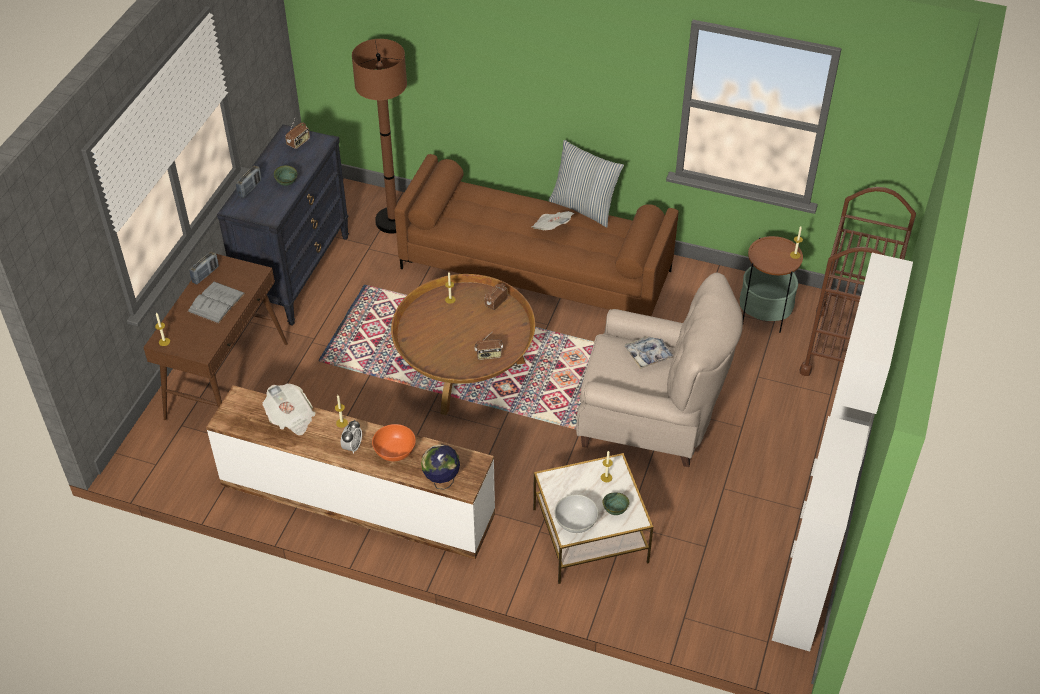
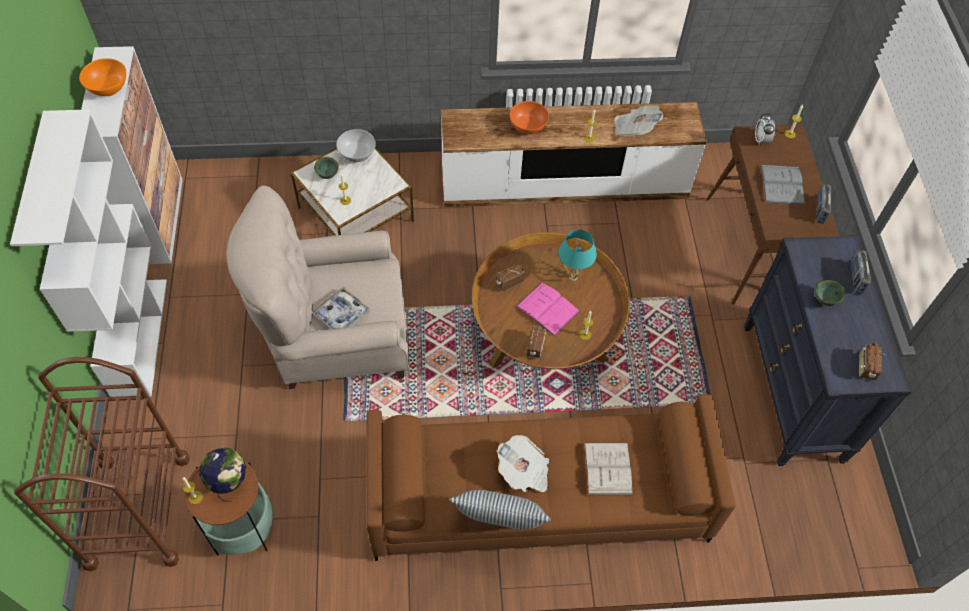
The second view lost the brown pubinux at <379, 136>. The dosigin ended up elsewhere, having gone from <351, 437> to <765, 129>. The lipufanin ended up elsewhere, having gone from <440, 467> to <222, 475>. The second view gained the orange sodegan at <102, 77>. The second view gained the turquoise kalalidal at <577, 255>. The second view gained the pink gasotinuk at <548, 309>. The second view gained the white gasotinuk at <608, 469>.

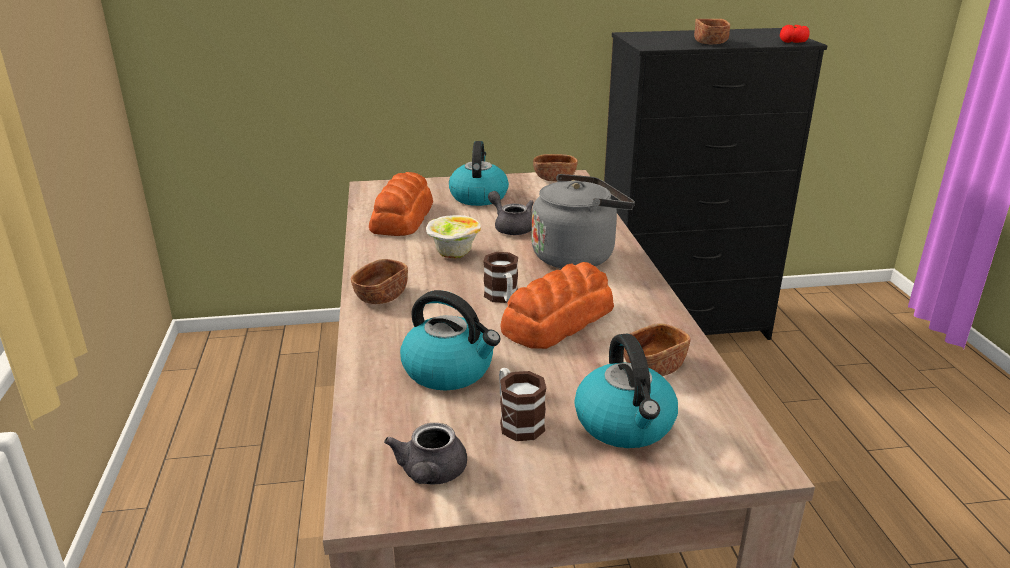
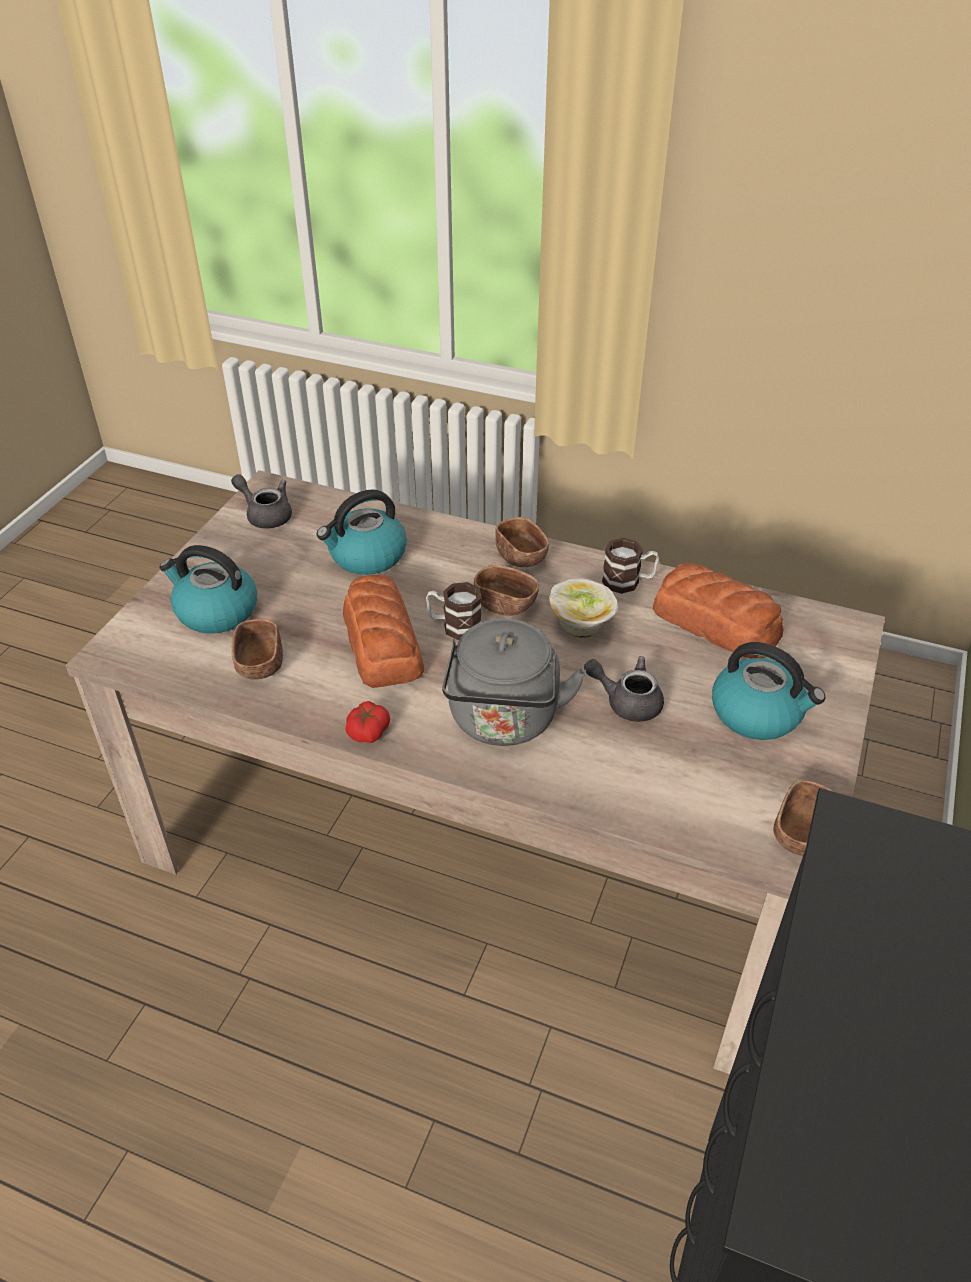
The brown sodegan ended up elsewhere, having gone from <712, 31> to <506, 590>. The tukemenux ended up elsewhere, having gone from <794, 34> to <367, 722>. The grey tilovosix at <511, 213> ended up facing another way, 150 degrees counterclockwise from before. The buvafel ended up elsewhere, having gone from <522, 404> to <630, 566>.

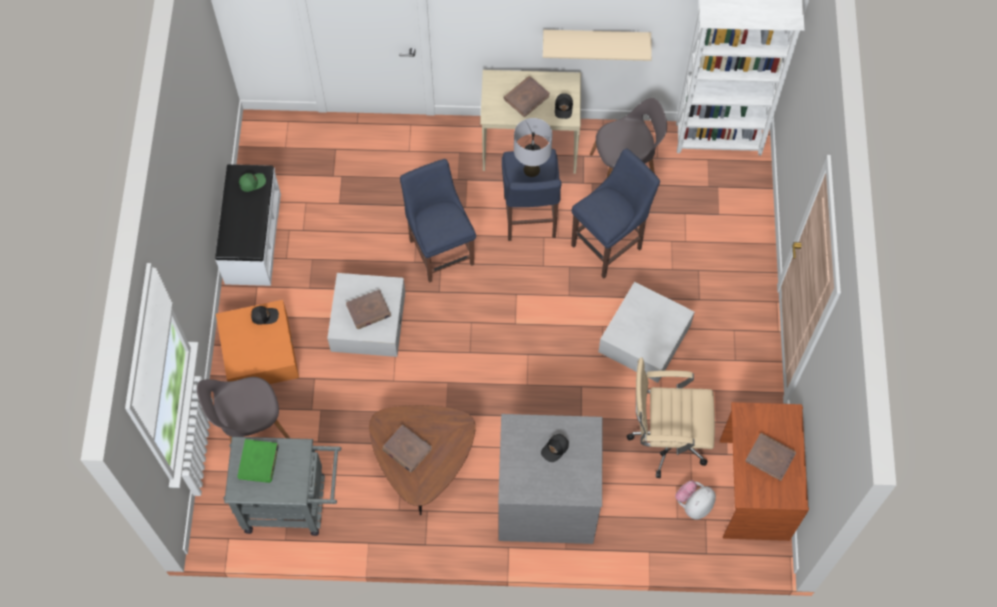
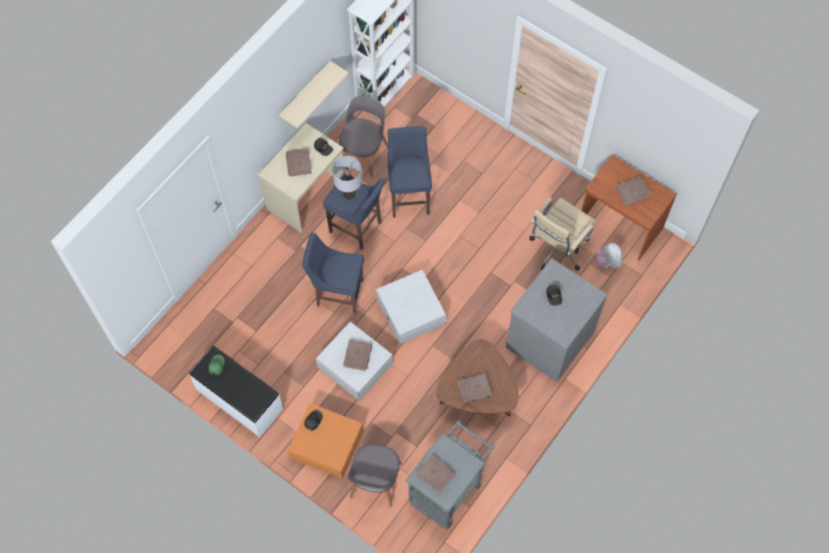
The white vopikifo ended up elsewhere, having gone from <646, 332> to <411, 307>. What was the green gasotinuk at <258, 461> turned into the brown gasotinuk at <435, 474>.

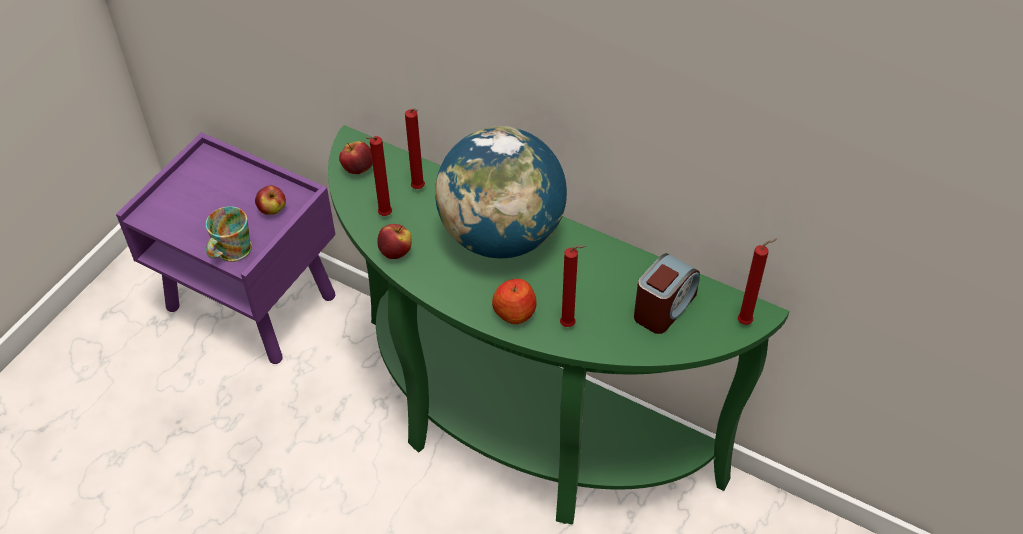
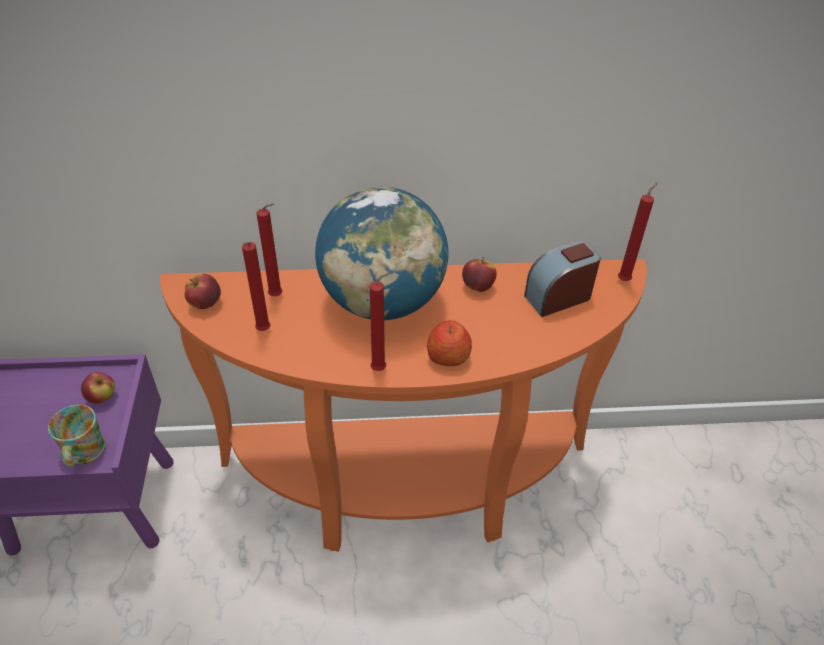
What was the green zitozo at <558, 324> turned into the orange zitozo at <403, 405>. The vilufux ended up elsewhere, having gone from <394, 241> to <479, 274>. The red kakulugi ended up elsewhere, having gone from <573, 286> to <380, 321>. The dosigin at <667, 293> ended up facing another way, 120 degrees counterclockwise from before.

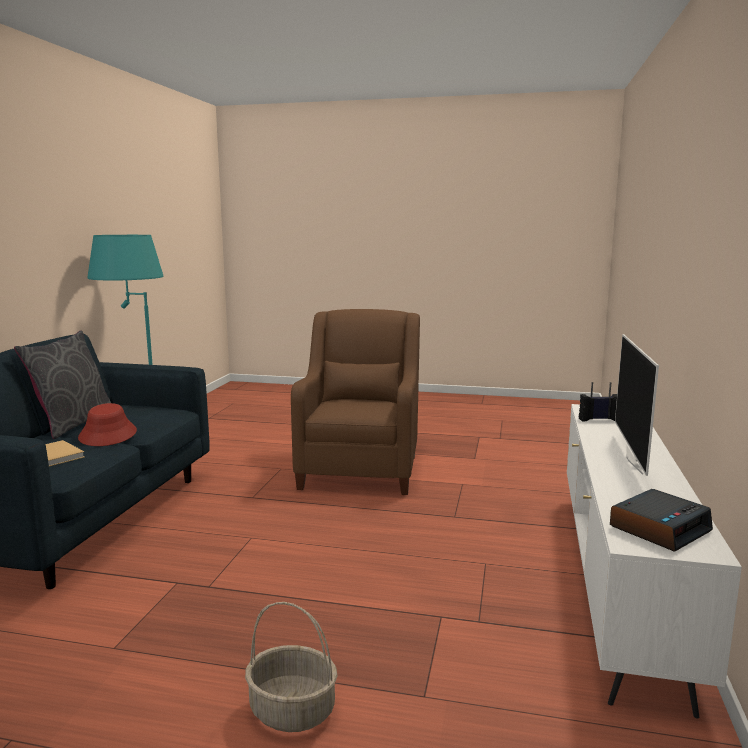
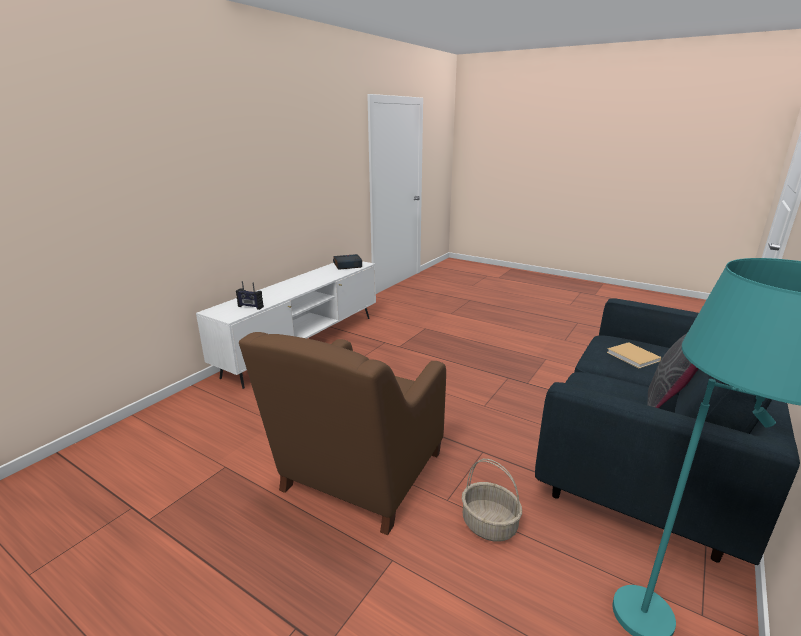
The second view lost the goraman at <637, 405>. The second view lost the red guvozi at <107, 424>. The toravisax ended up elsewhere, having gone from <291, 667> to <492, 500>.

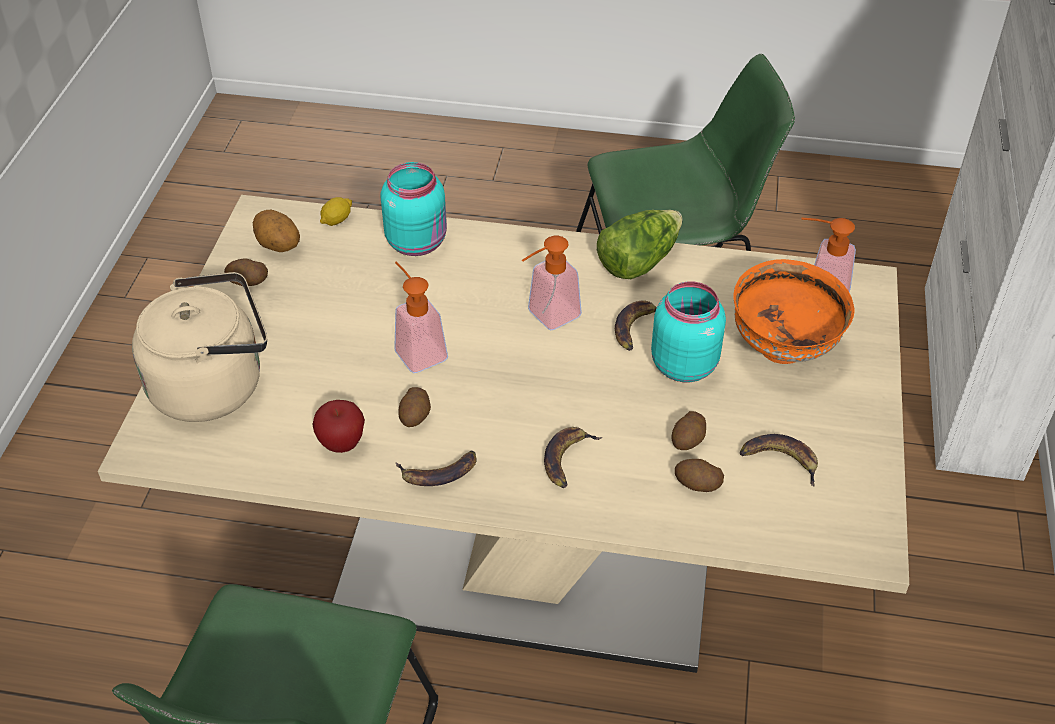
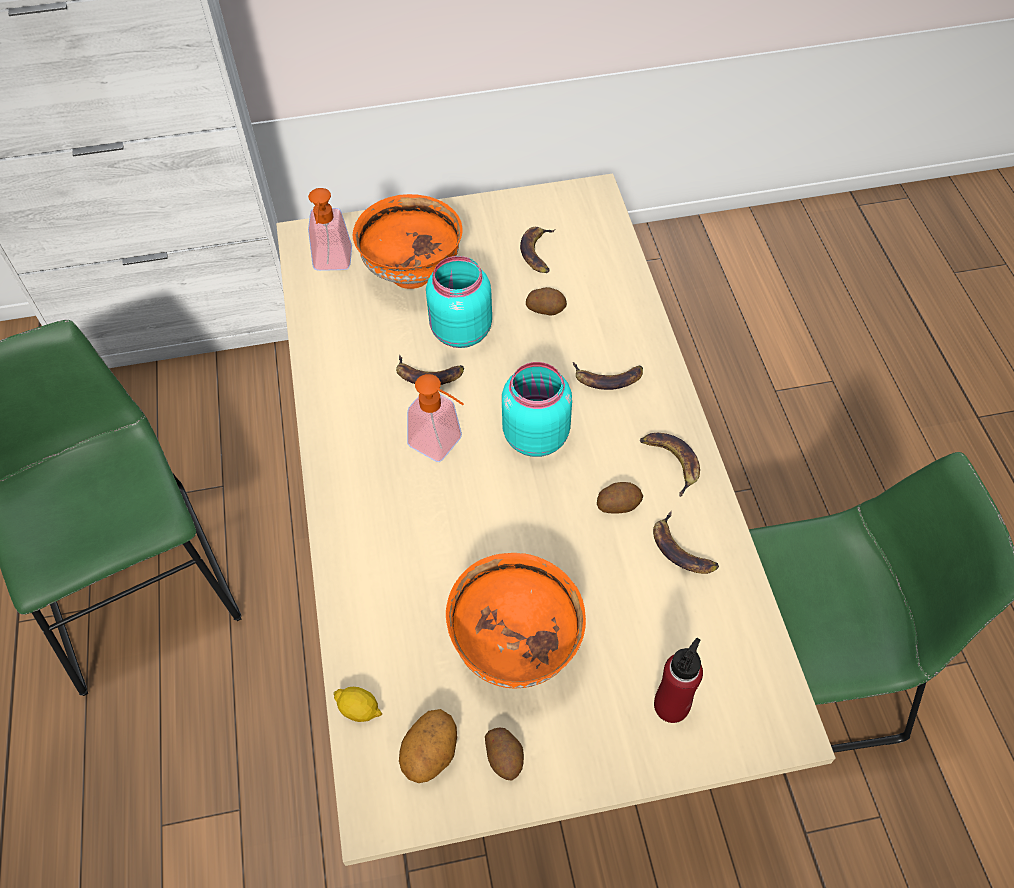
The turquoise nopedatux ended up elsewhere, having gone from <413, 209> to <537, 409>. The second view lost the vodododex at <639, 244>. The second view lost the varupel at <421, 317>. Where the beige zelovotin stood at <199, 347>, the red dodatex came to stand at <678, 680>. Where the vilufux stood at <338, 426>, the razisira came to stand at <686, 542>. The second view lost the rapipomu at <699, 475>. The second view gained the orange sodegan at <516, 621>.

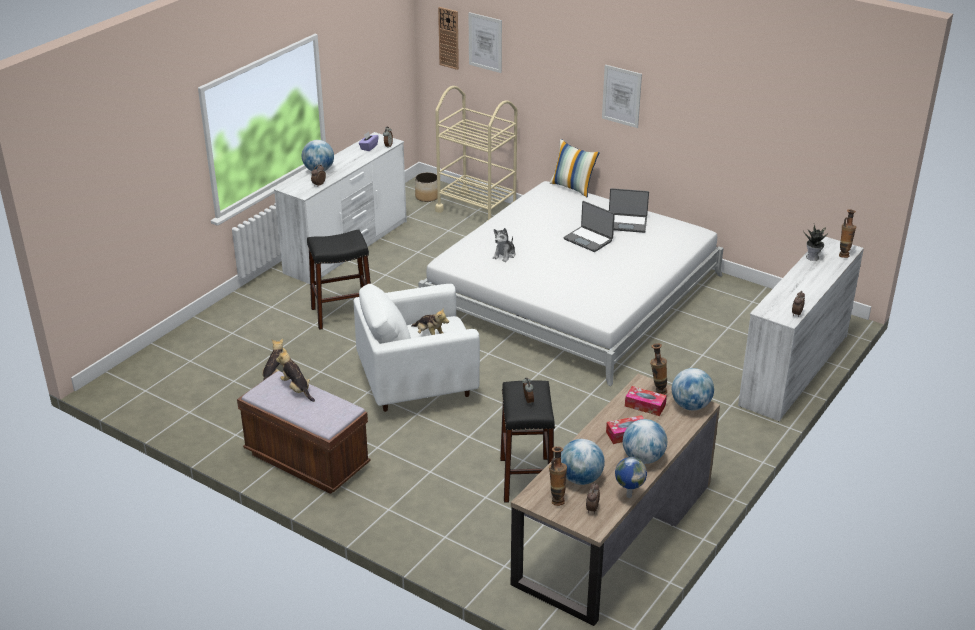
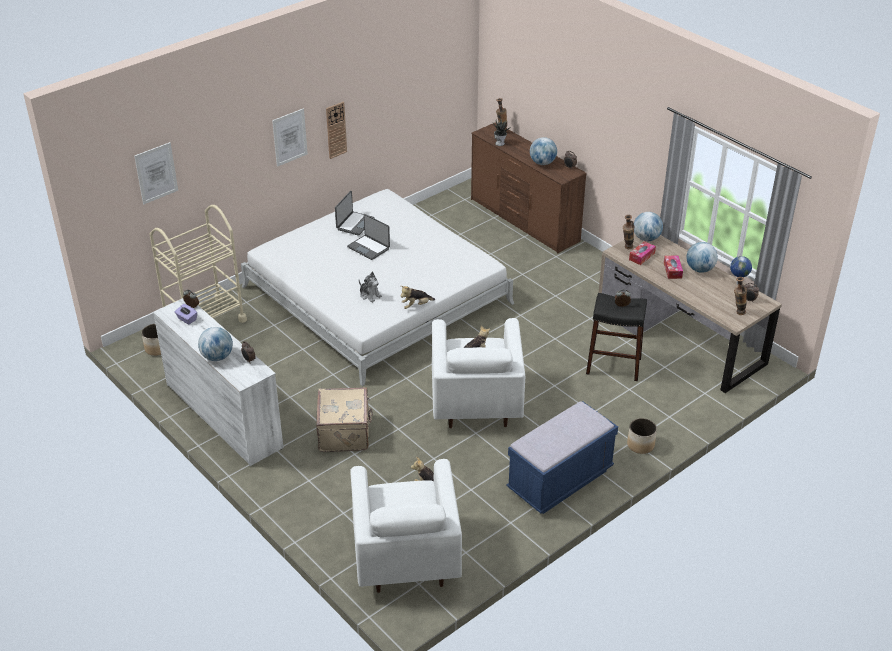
The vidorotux ended up elsewhere, having gone from <448, 38> to <336, 130>. The second view lost the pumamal at <575, 168>. The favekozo at <589, 226> ended up facing another way, 75 degrees clockwise from before. Where the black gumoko stood at <339, 279>, the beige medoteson came to stand at <344, 419>. What was the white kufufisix at <801, 329> turned into the brown kufufisix at <529, 187>. The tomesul ended up elsewhere, having gone from <295, 375> to <418, 297>. What was the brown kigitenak at <304, 432> turned into the blue kigitenak at <562, 457>. The lipufanin ended up elsewhere, having gone from <583, 462> to <543, 151>. The second view gained the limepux at <642, 436>. The second view gained the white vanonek at <406, 526>.

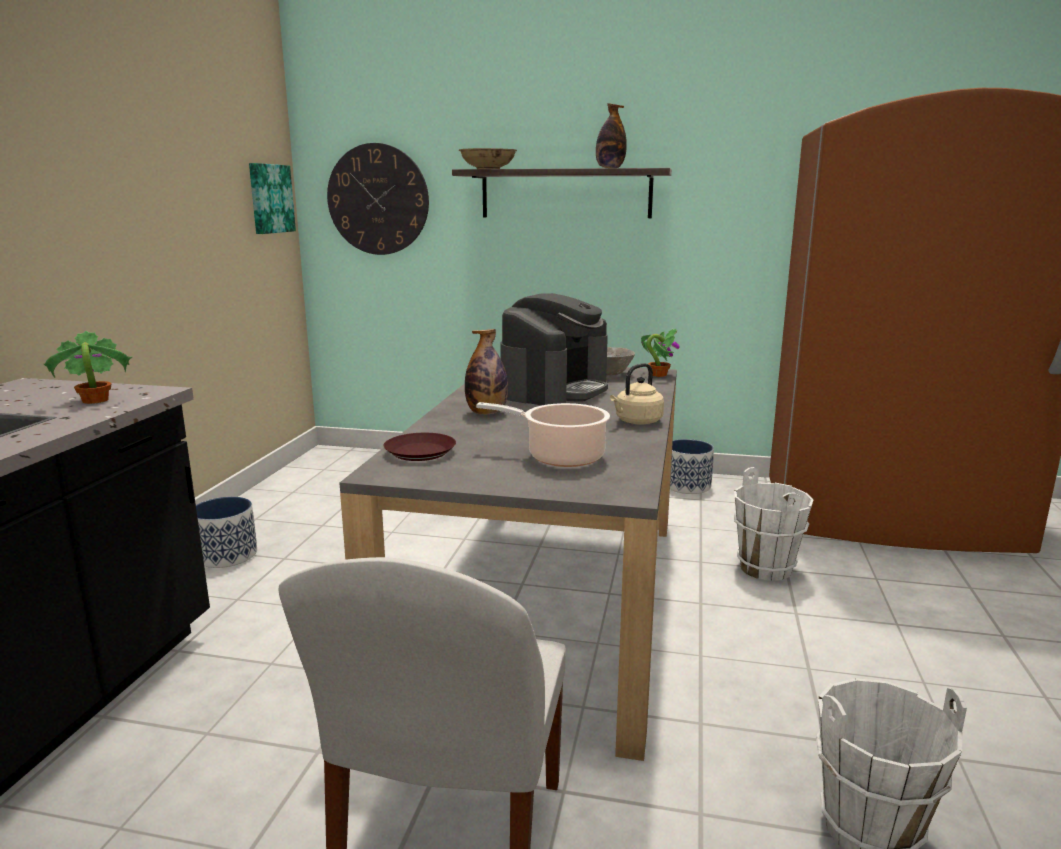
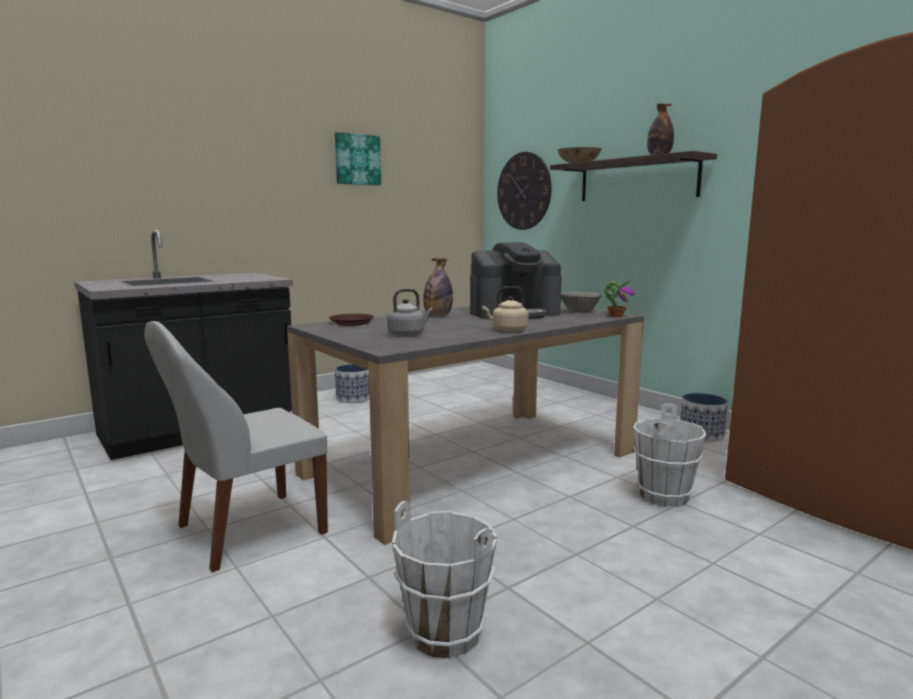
The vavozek ended up elsewhere, having gone from <272, 198> to <358, 159>. The second view lost the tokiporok at <88, 367>. Where the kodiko stood at <543, 434>, the grey zelovotin came to stand at <410, 312>.

